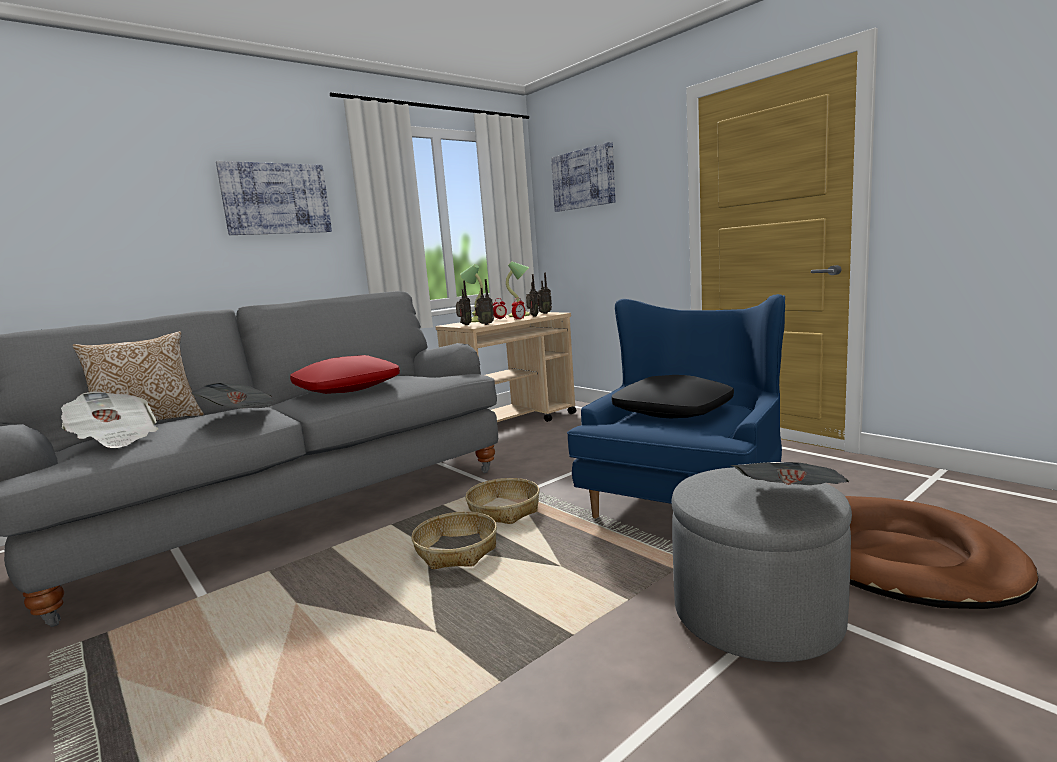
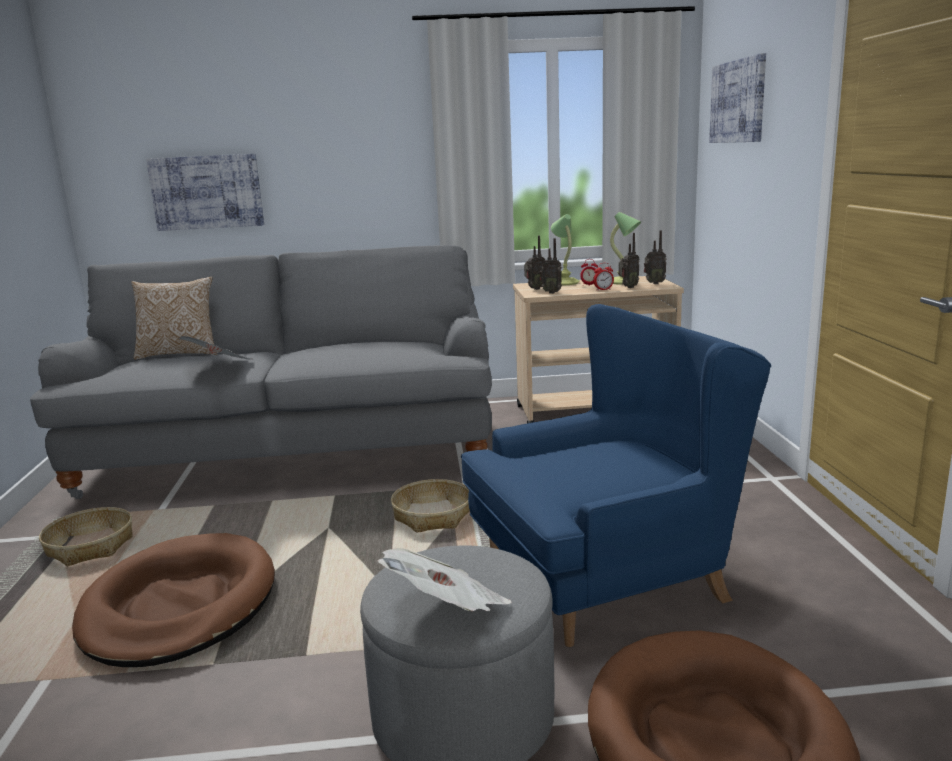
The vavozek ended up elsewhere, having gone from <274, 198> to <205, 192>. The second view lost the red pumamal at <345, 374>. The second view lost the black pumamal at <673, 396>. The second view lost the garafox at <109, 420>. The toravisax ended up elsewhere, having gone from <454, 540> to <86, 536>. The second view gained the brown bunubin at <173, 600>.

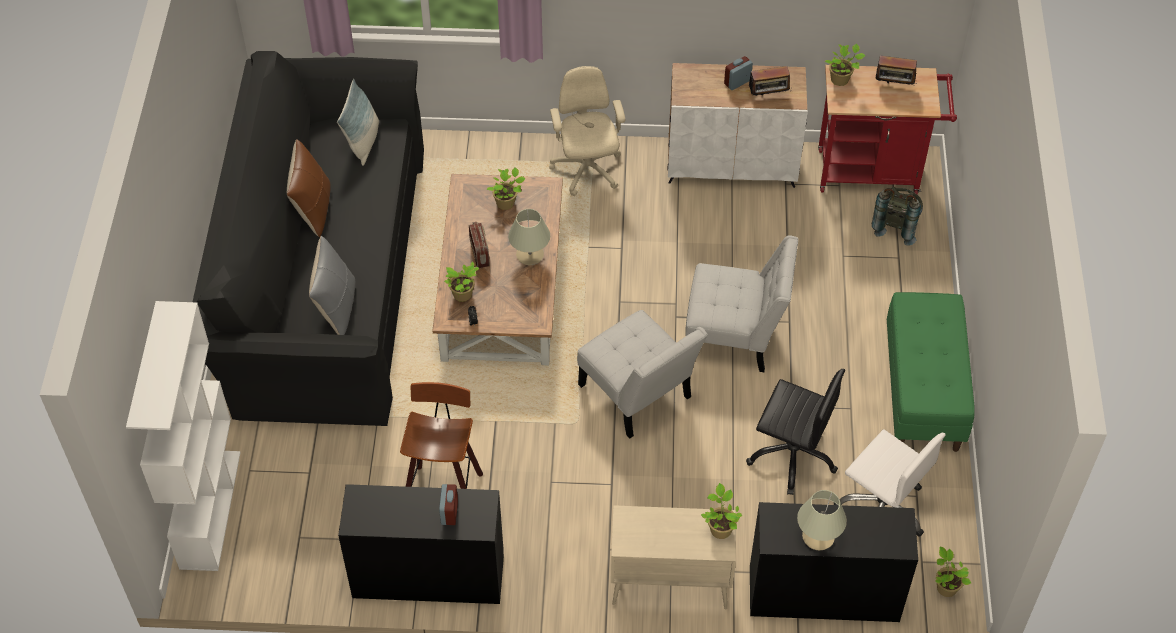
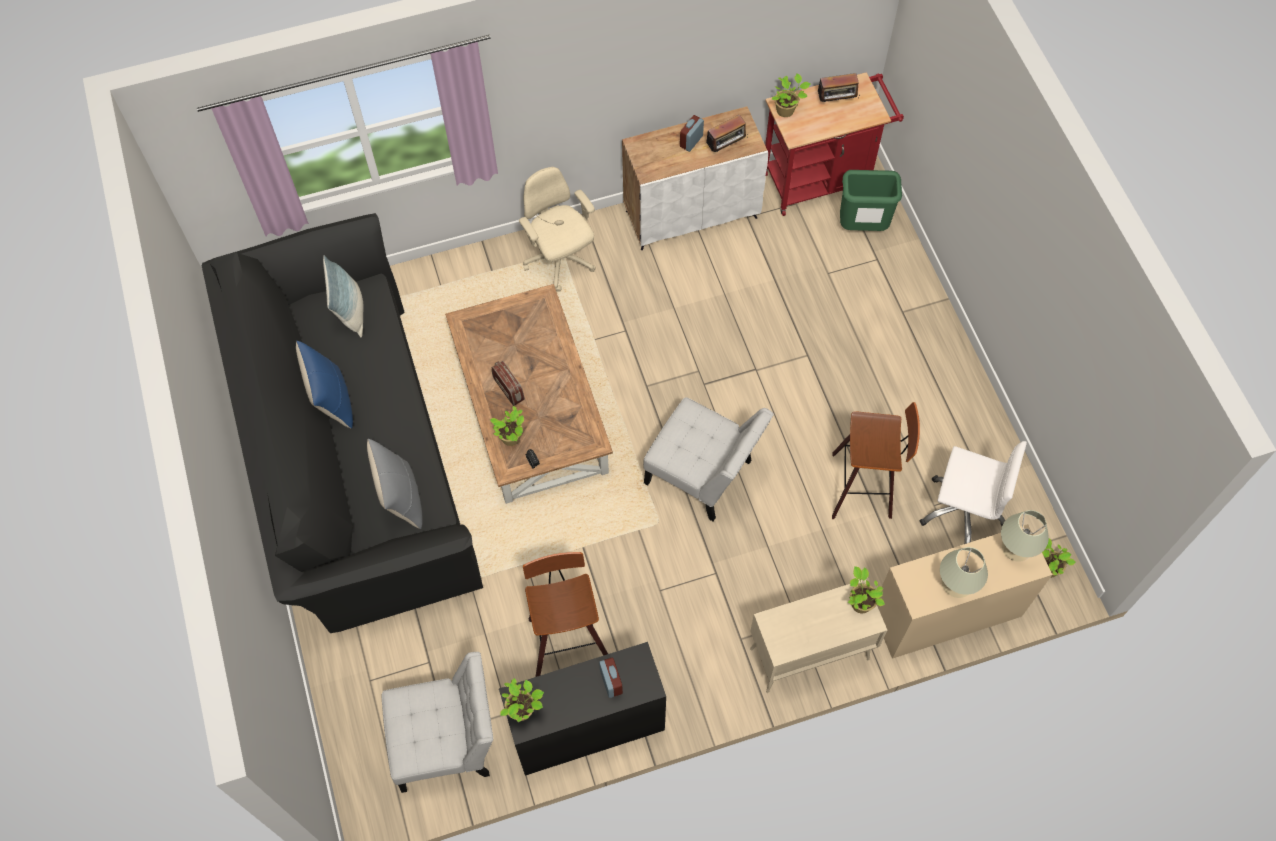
What was the brown pumamal at <309, 188> turned into the blue pumamal at <324, 385>. The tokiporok ended up elsewhere, having gone from <506, 188> to <522, 700>. Where the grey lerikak stood at <897, 216>, the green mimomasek came to stand at <871, 200>. The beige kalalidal ended up elsewhere, having gone from <529, 237> to <1025, 536>. The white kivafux ended up elsewhere, having gone from <741, 303> to <437, 722>. The second view lost the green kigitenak at <930, 372>. The second view lost the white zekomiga at <183, 436>. Where the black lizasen stood at <795, 432>, the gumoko came to stand at <876, 460>. What was the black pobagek at <834, 562> turned into the beige pobagek at <964, 591>.

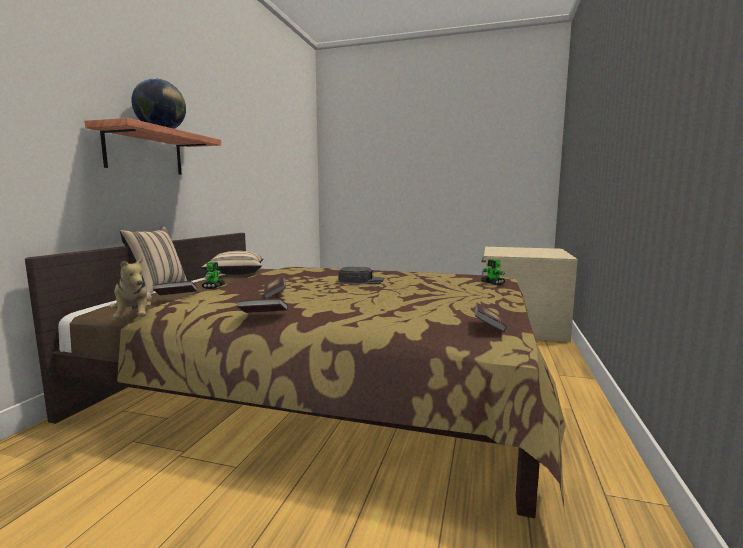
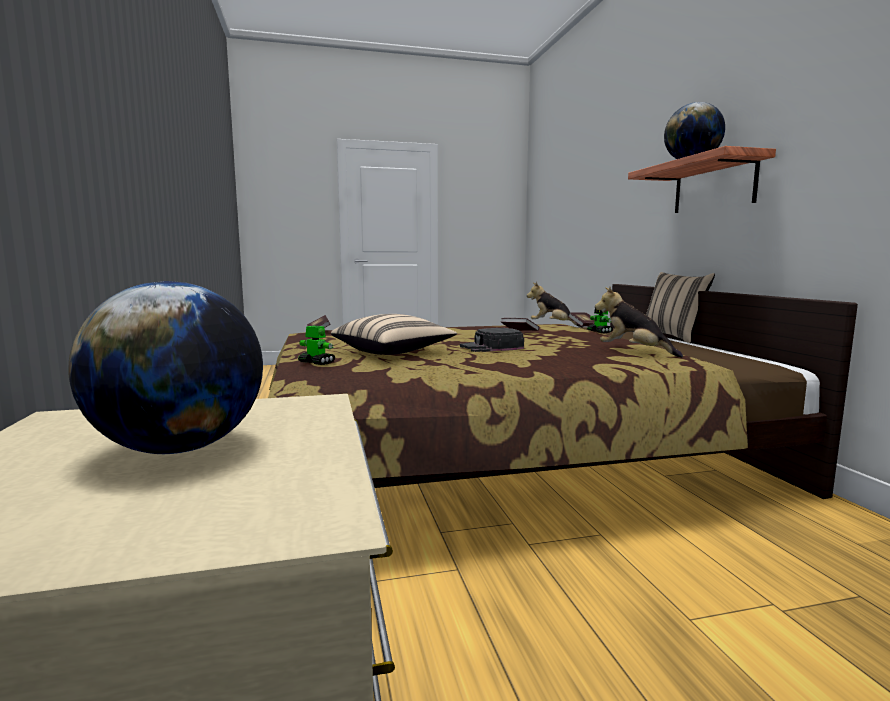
The beige pumamal ended up elsewhere, having gone from <232, 263> to <394, 334>. The second view lost the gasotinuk at <262, 306>. The second view gained the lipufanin at <165, 367>. The second view gained the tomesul at <639, 322>.

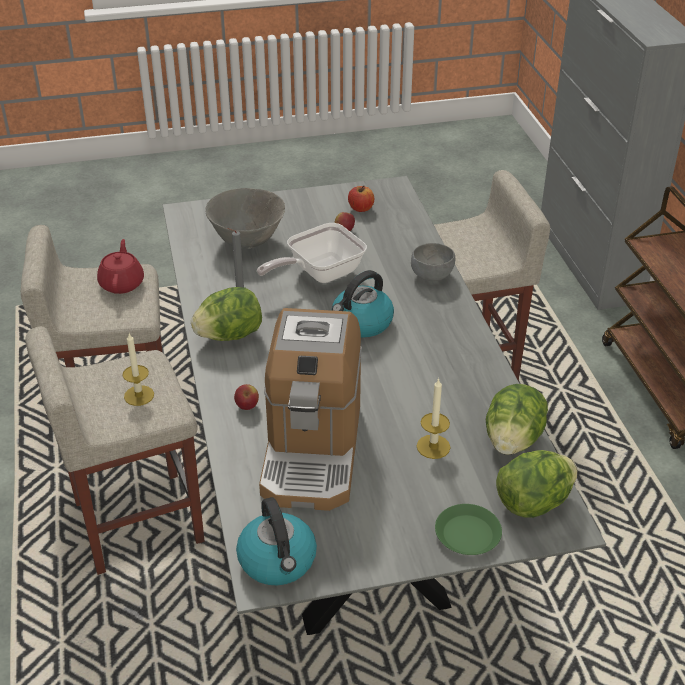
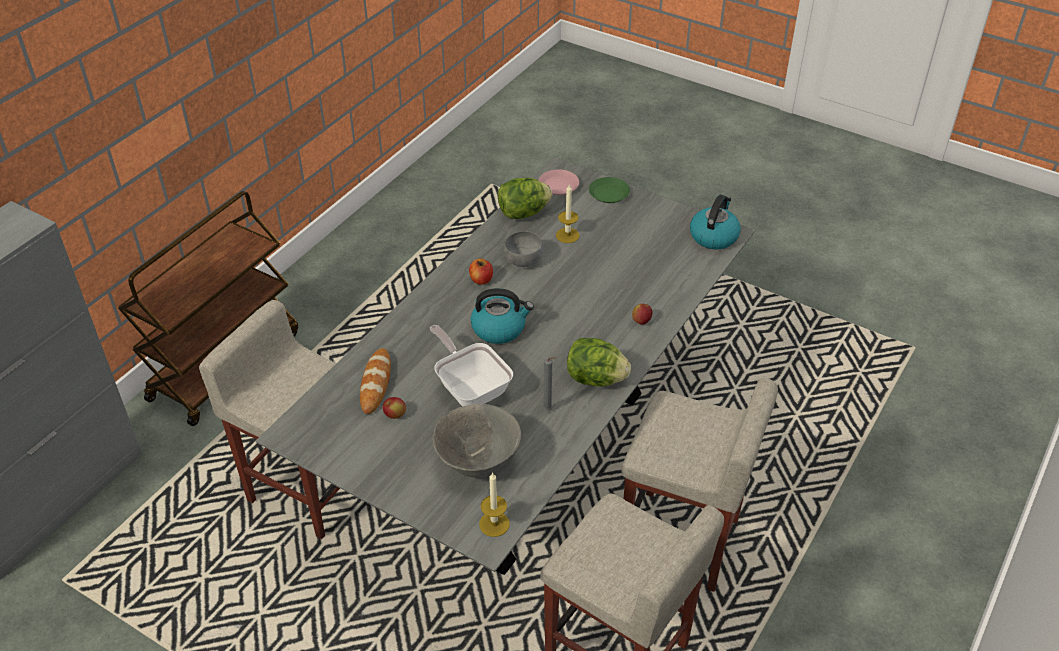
The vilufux ended up elsewhere, having gone from <361, 199> to <481, 272>. The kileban at <312, 253> ended up facing another way, 135 degrees counterclockwise from before. The second view lost the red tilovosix at <120, 266>. The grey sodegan ended up elsewhere, having gone from <433, 262> to <523, 249>. The second view lost the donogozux at <310, 409>. The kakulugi ended up elsewhere, having gone from <138, 369> to <494, 504>. Where the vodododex stood at <537, 484>, the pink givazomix came to stand at <559, 182>. The second view gained the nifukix at <375, 381>.

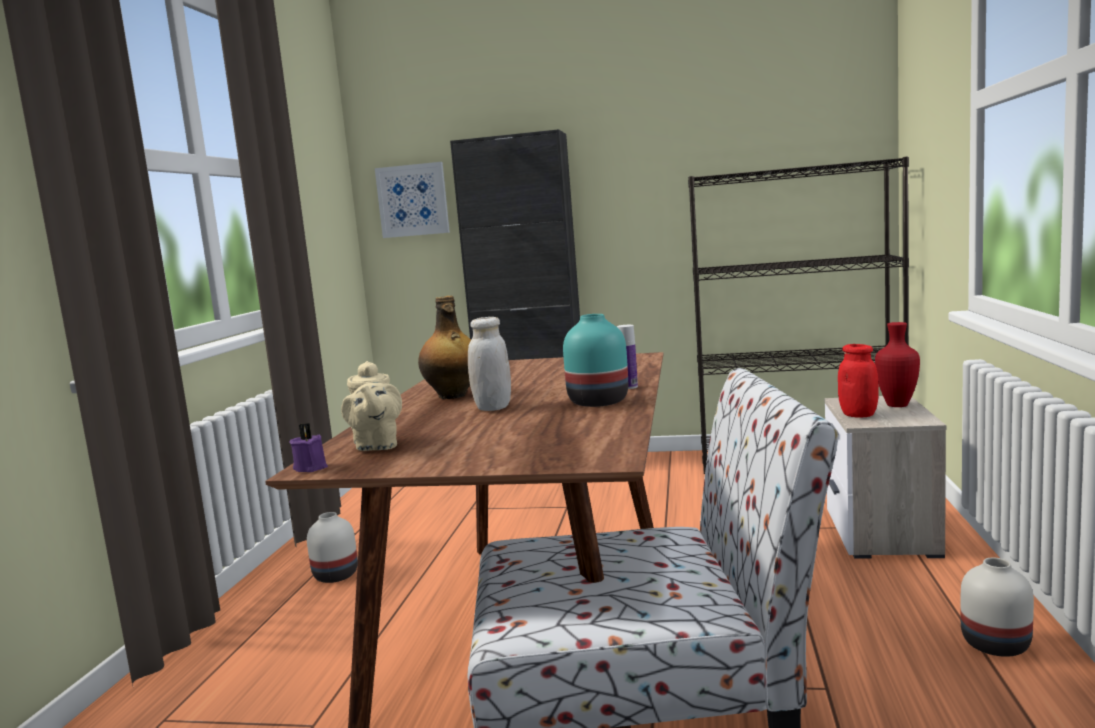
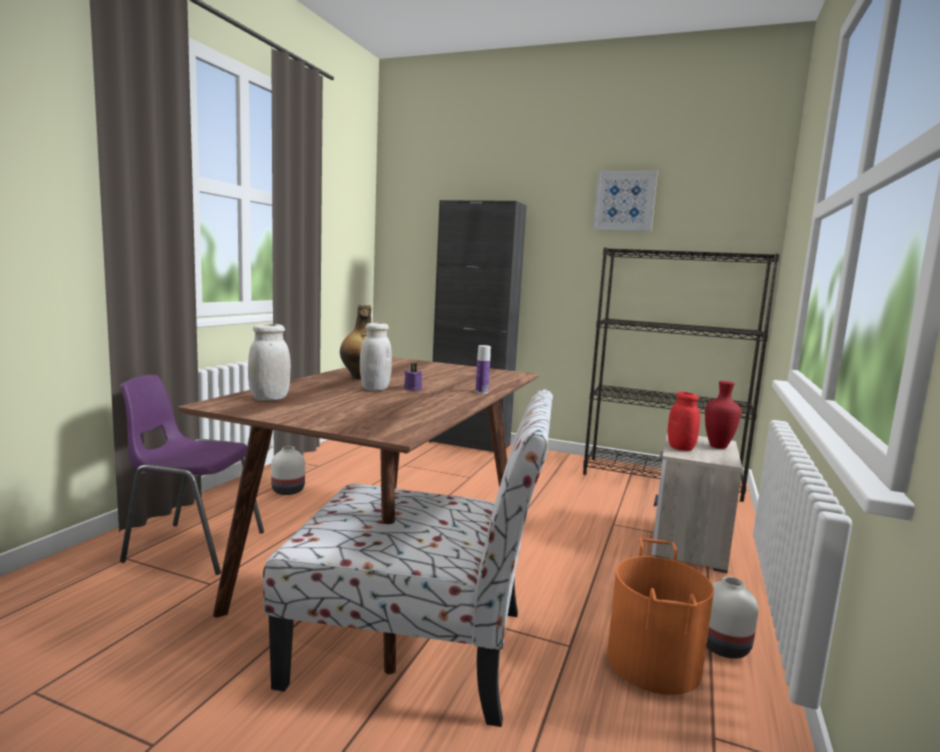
The vavozek ended up elsewhere, having gone from <412, 200> to <625, 200>. The second view lost the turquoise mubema at <595, 360>. Where the beige tilovosix stood at <371, 406>, the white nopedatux came to stand at <269, 362>. The purple kakulugi ended up elsewhere, having gone from <308, 447> to <413, 377>. The second view gained the purple kivafux at <192, 475>. The second view gained the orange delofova at <660, 616>.

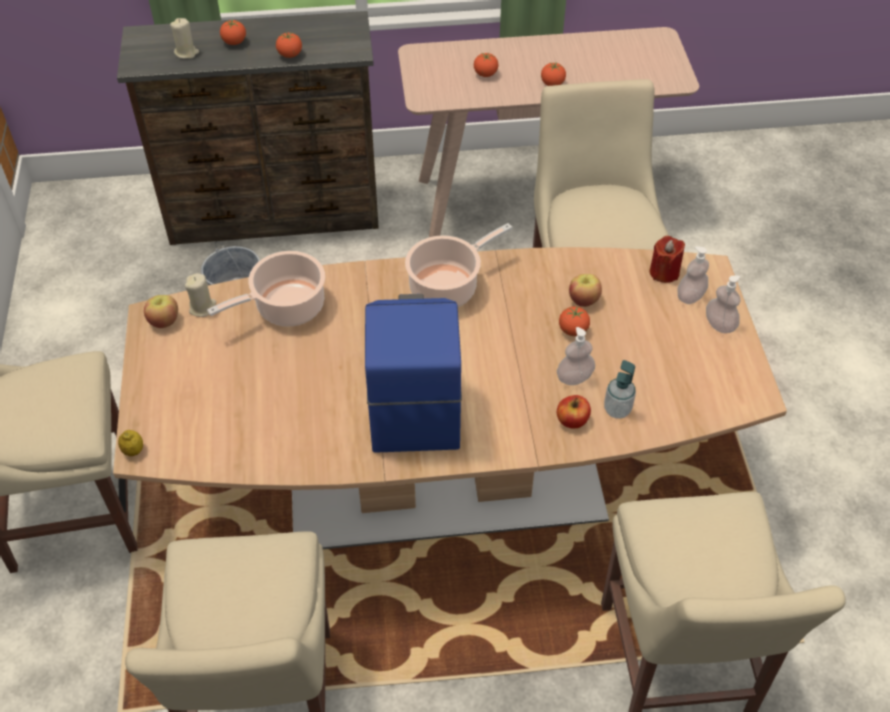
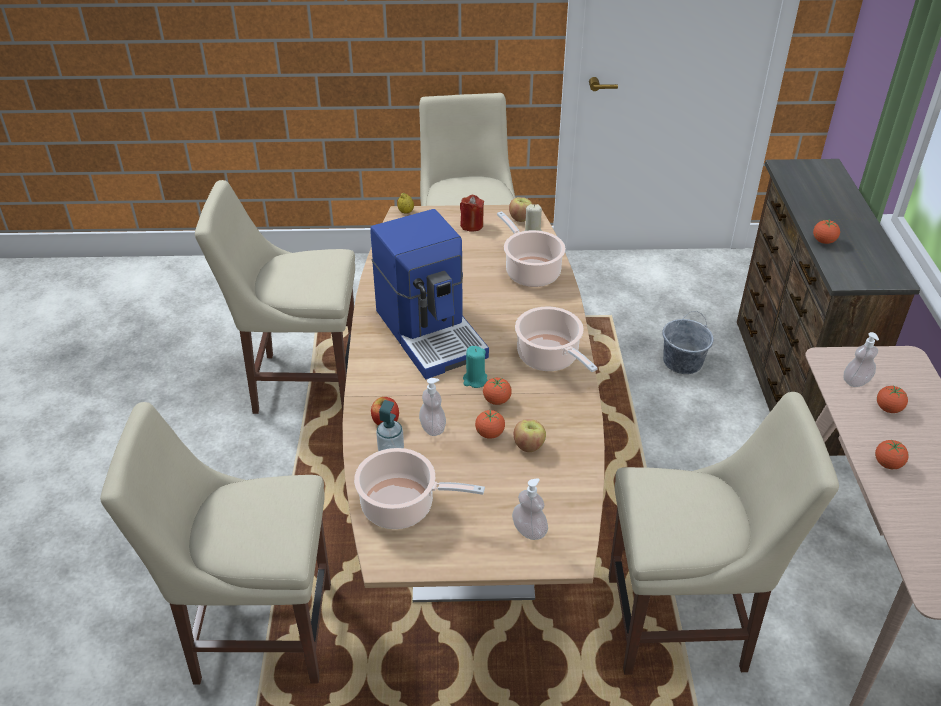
The second view lost the beige kakulugi at <184, 38>. The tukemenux ended up elsewhere, having gone from <233, 32> to <497, 391>. The red kakulugi ended up elsewhere, having gone from <667, 259> to <472, 213>. The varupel ended up elsewhere, having gone from <723, 304> to <861, 359>. The donogozux at <413, 373> ended up facing another way, 60 degrees clockwise from before. The second view gained the turquoise kakulugi at <475, 367>. The second view gained the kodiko at <419, 488>.

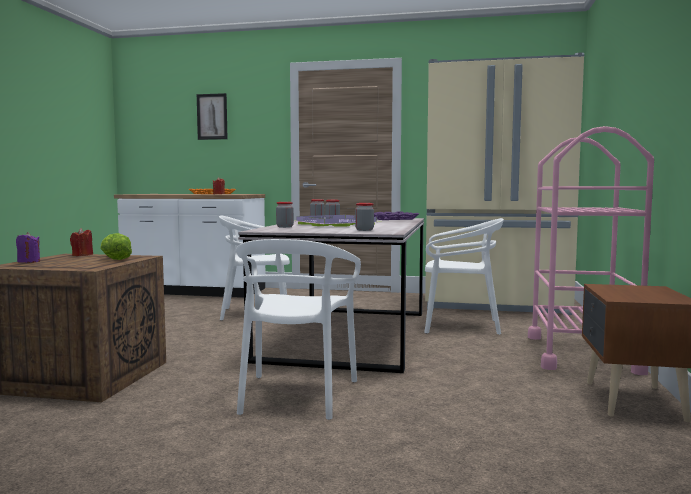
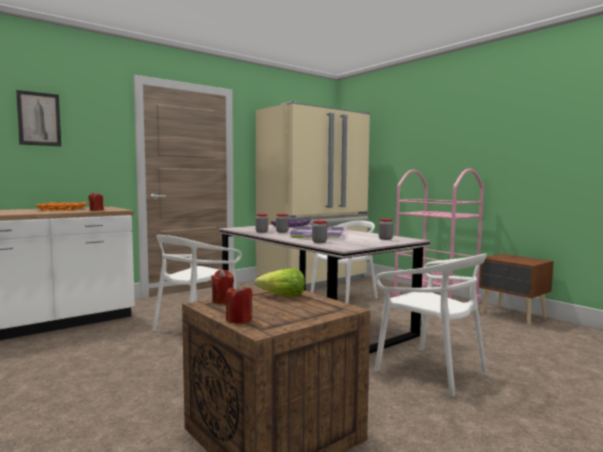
What was the purple kakulugi at <28, 247> turned into the red kakulugi at <239, 304>.

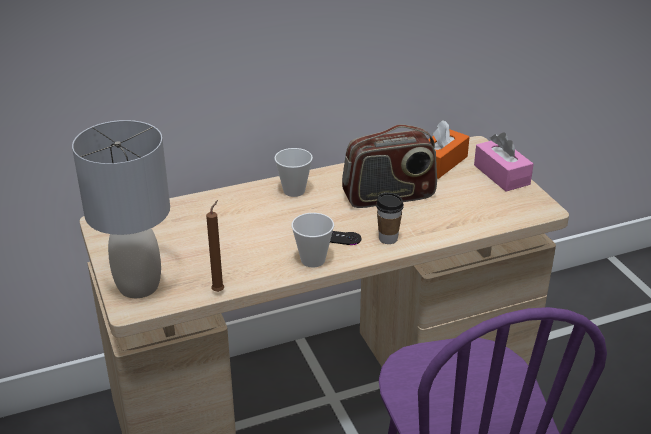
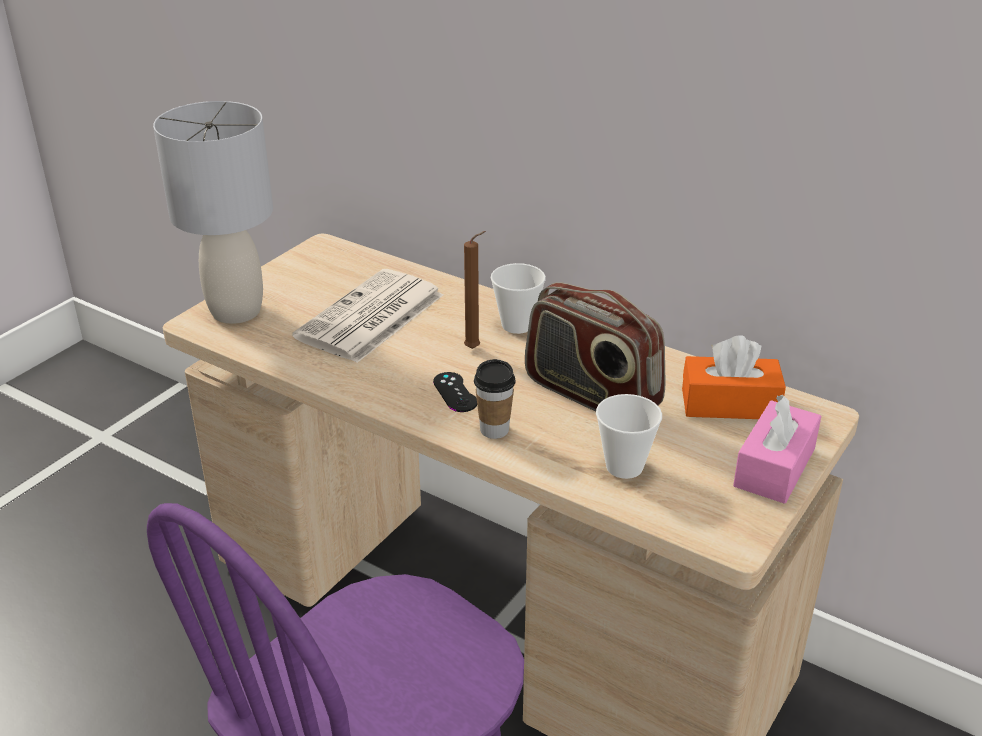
The brown kakulugi ended up elsewhere, having gone from <215, 246> to <475, 290>. The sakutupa ended up elsewhere, having gone from <312, 240> to <629, 436>. The second view gained the garafox at <367, 316>.

